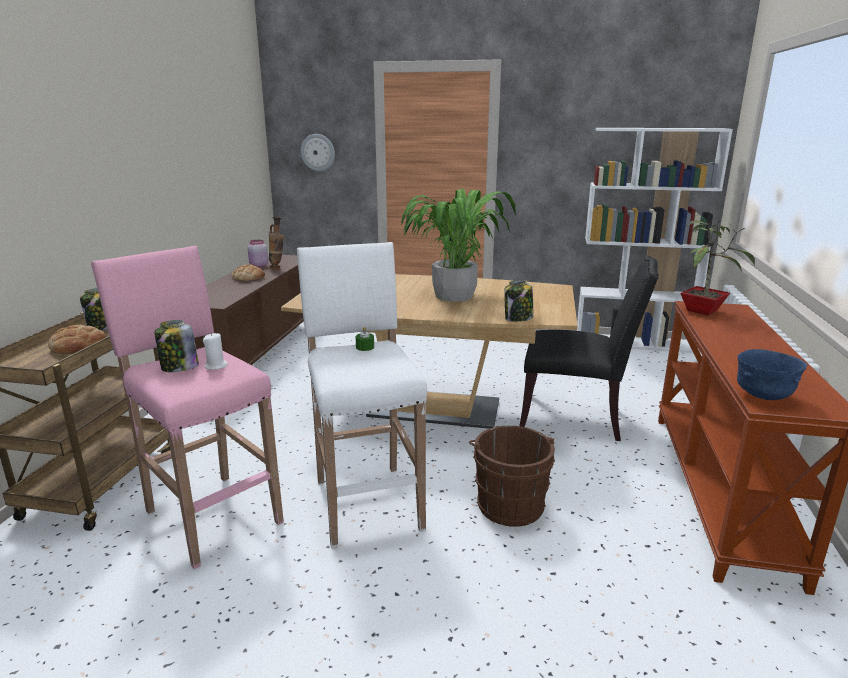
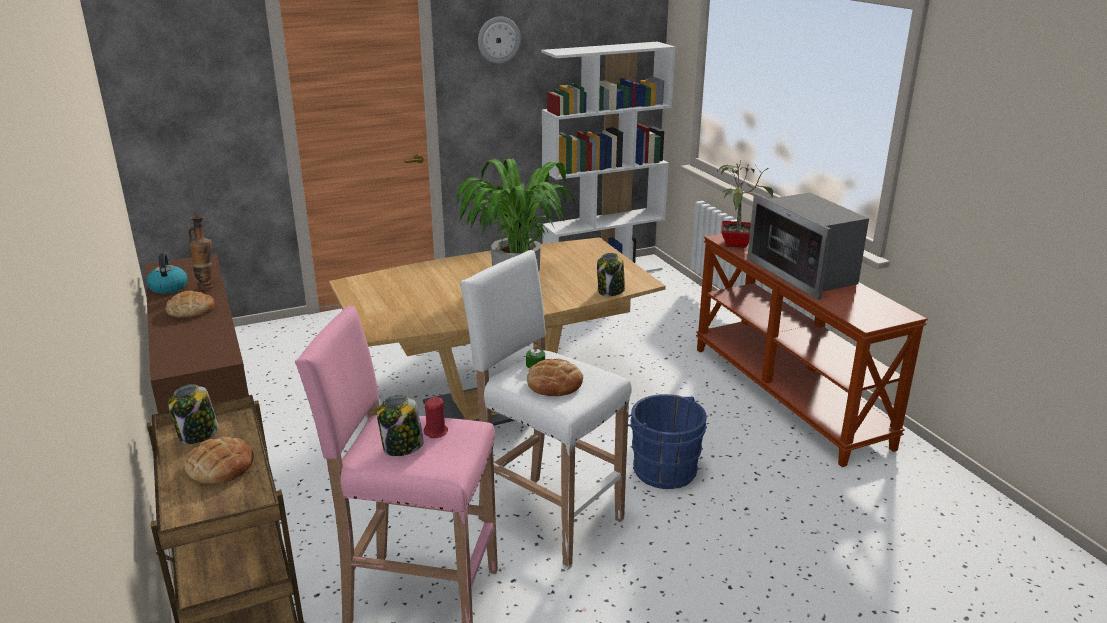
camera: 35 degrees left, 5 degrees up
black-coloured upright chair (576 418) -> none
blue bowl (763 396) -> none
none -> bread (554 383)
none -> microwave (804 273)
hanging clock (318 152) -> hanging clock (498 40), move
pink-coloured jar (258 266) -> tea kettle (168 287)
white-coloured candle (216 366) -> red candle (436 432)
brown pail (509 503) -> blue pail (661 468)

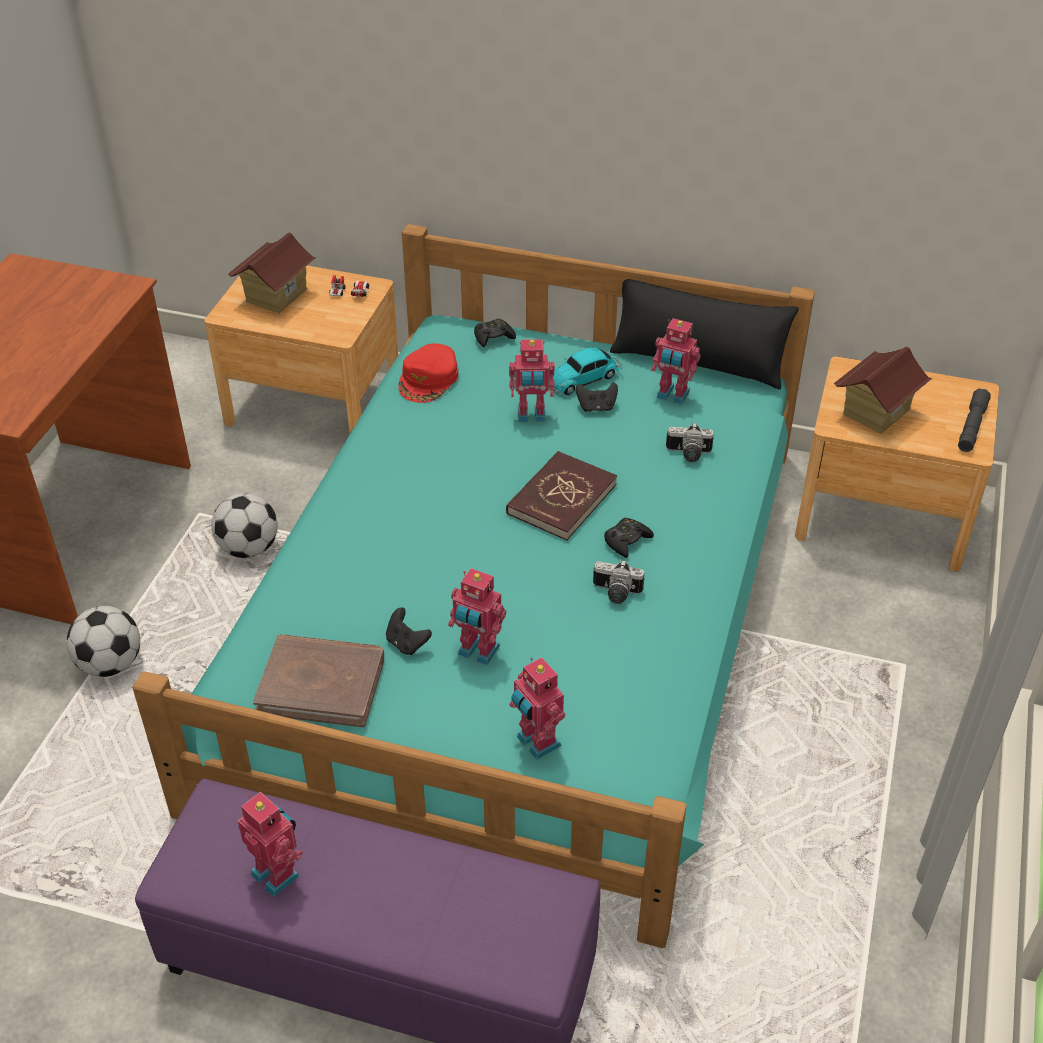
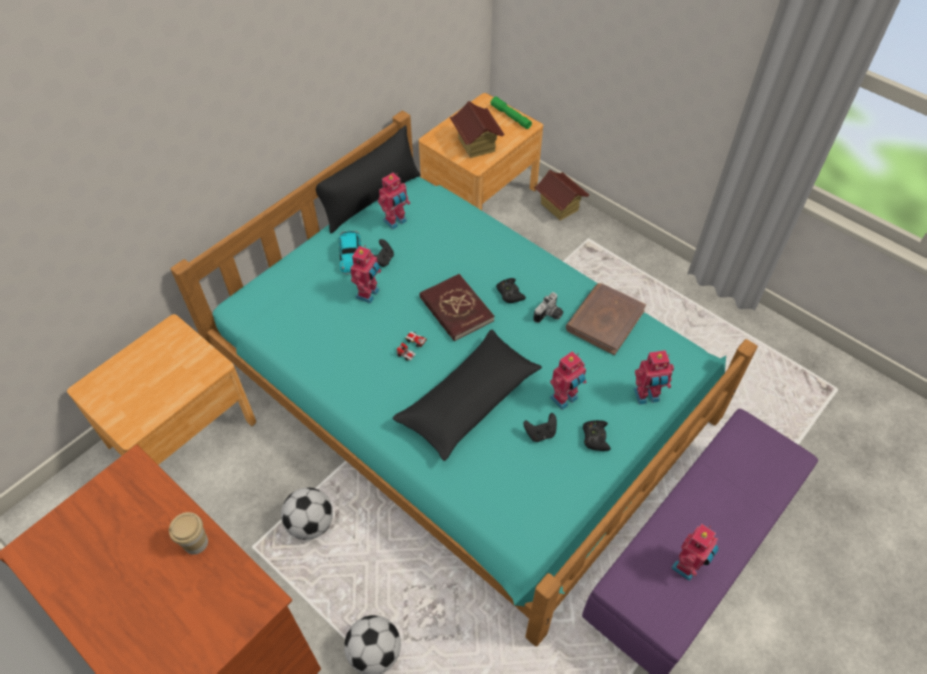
camera: 65 degrees left, 10 degrees up
red baseball cap (429 379) -> none
photo camera (688 454) -> none
none -> small cup (196 543)
none -> black-coloured cushion (469 400)
miniature house (276 295) -> miniature house (559 207), move
brown book (321 684) -> brown book (604 320), move
toy car (349 292) -> toy car (410 348), move
black-coloured gamepad (493 337) -> black-coloured gamepad (595 437), move
greyish torch (971 427) -> greenish torch (511 117)
model robot (277 873) -> model robot (688 566), 150 degrees clockwise

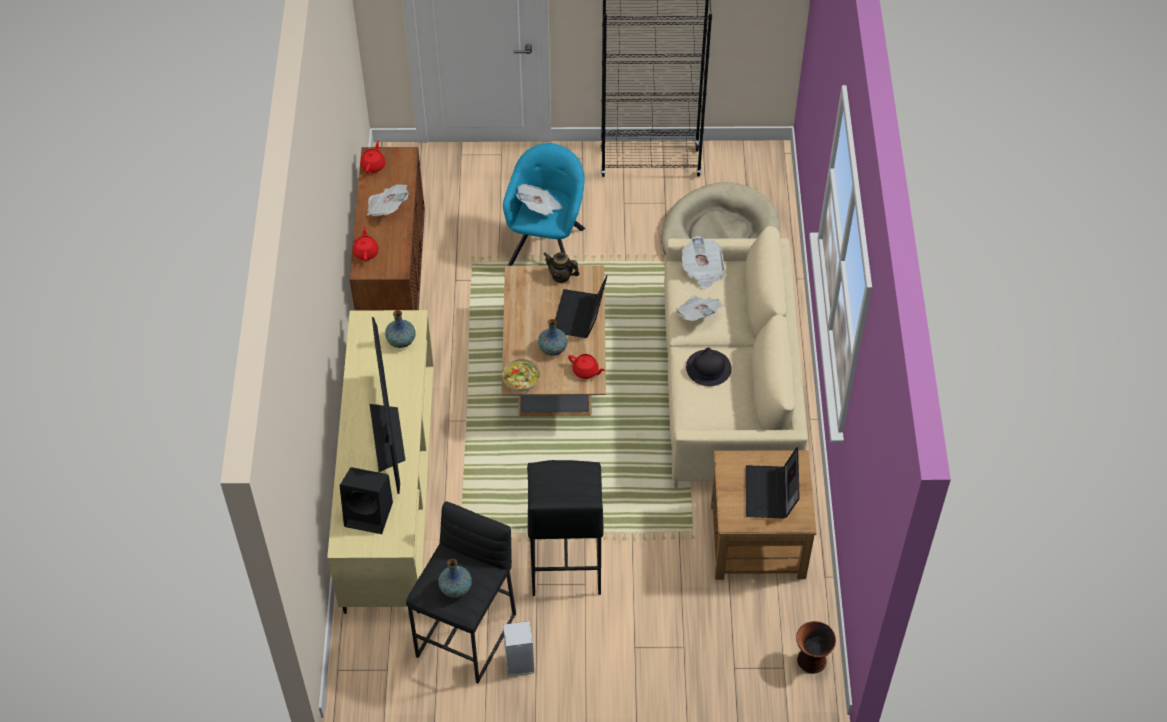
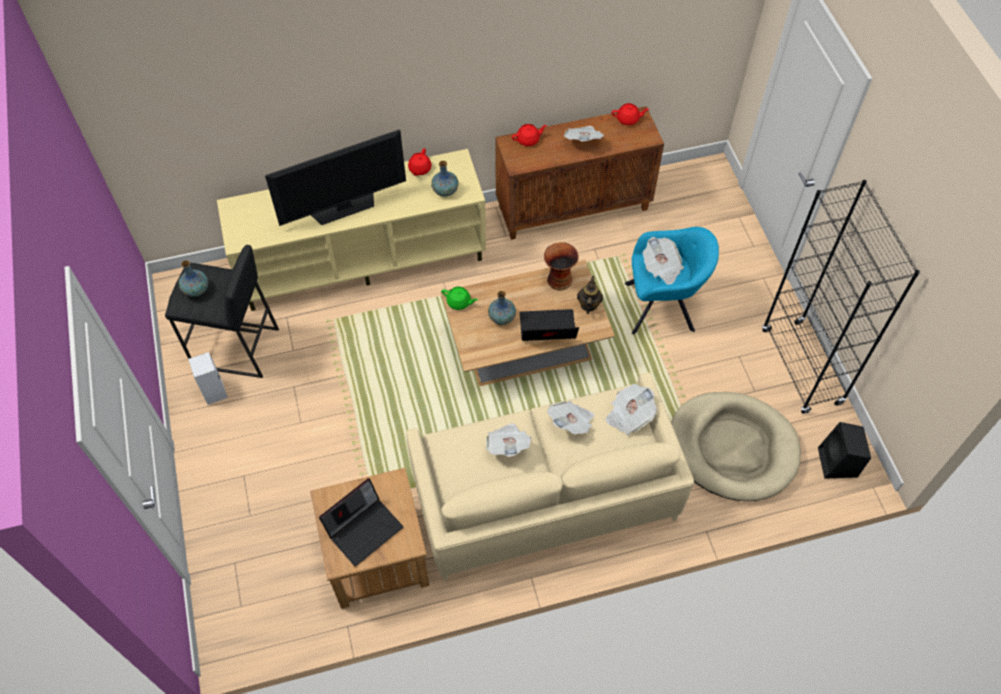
camera: 75 degrees right, 5 degrees up
black-coloured stool (564 558) -> none
black-coloured audio speaker (370 514) -> black-coloured audio speaker (838 463), move
red teapot (586 371) -> red teapot (419 169), move
vase (811 661) -> vase (558 280), move
bowl (521 380) -> greenish teapot (459 302)
black-coloured clothing hat (708 368) -> newspaper (508 445)
laptop (771 494) -> laptop (364 528), 150 degrees clockwise

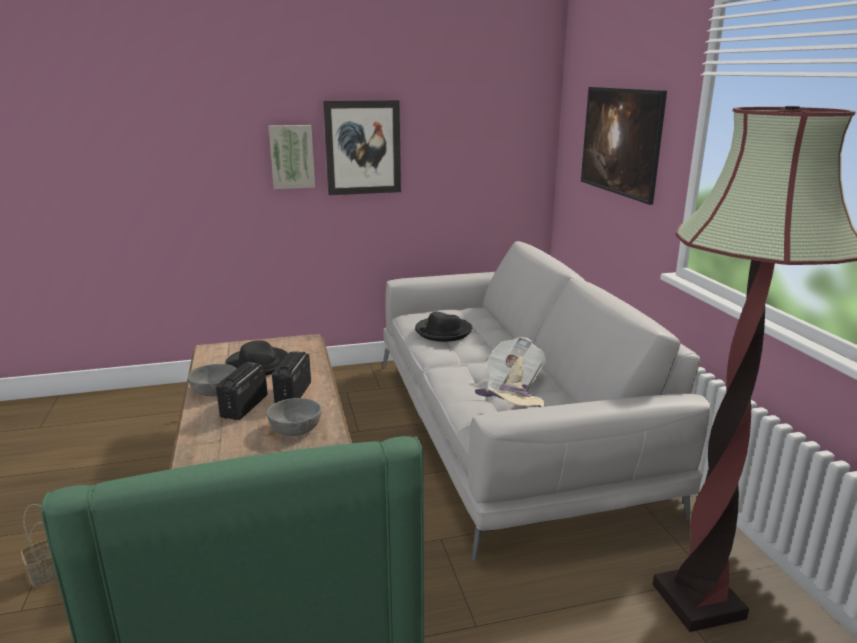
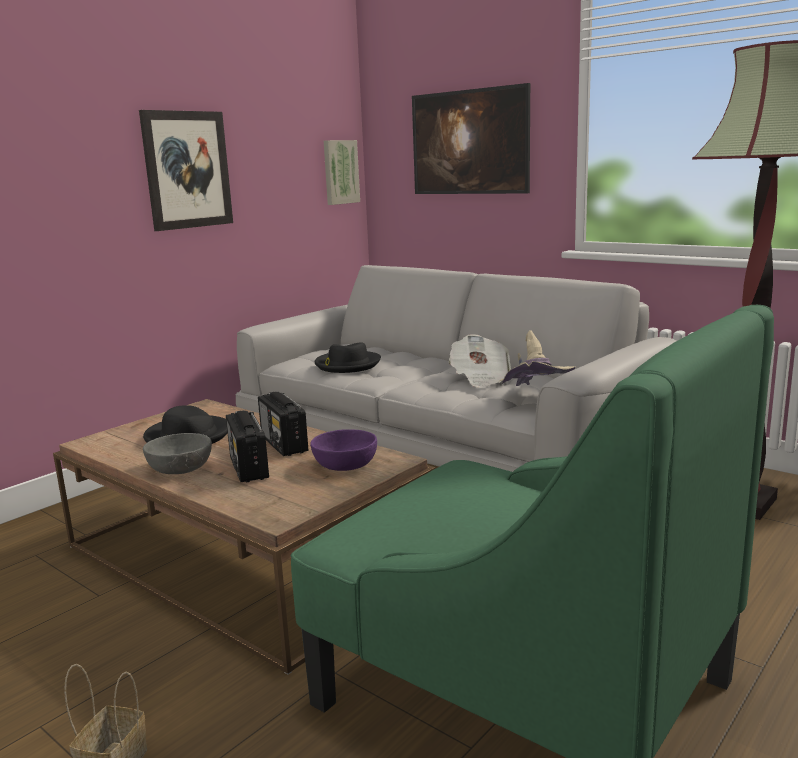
camera: 35 degrees left, 5 degrees down
picture (292 156) -> picture (340 172), move
greyish bowl (295 428) -> purplish bowl (345 464)

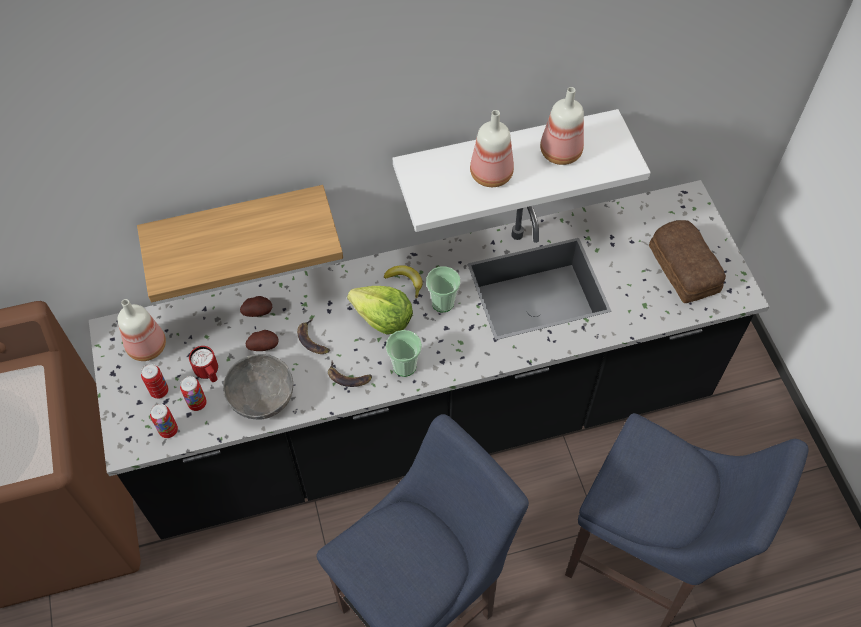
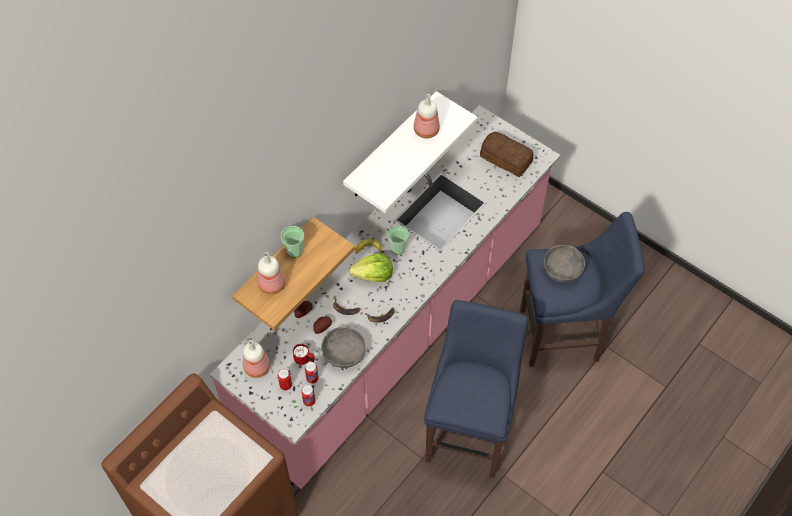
camera: 35 degrees left, 0 degrees up
none -> greyish bowl (562 270)
small cup (404 366) -> small cup (294 251), move
bottle (492 173) -> bottle (272 283), move
black-coloured kitchen base unit (430 420) -> pink-coloured kitchen base unit (396 331)

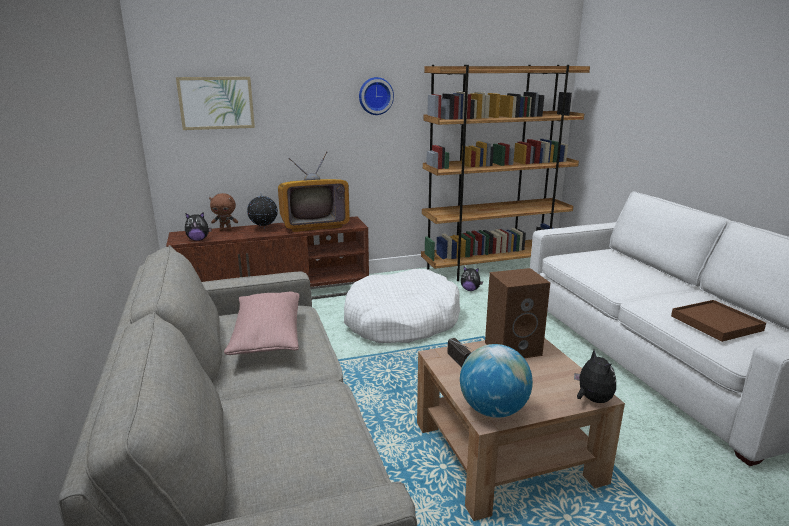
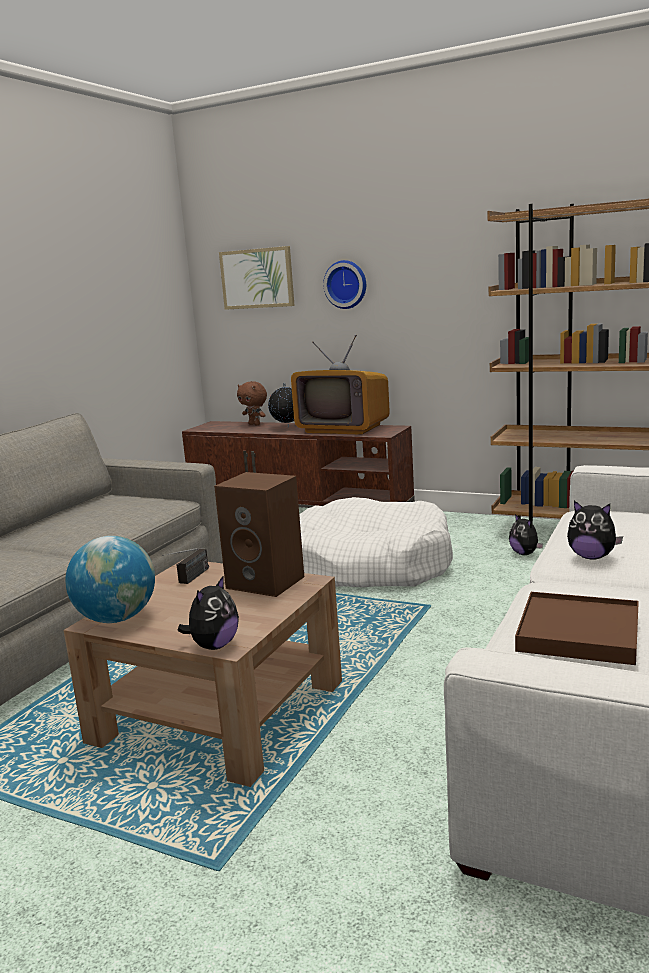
camera: 45 degrees right, 5 degrees down
pink-coloured cushion (267 337) -> none
plush toy (198 240) -> plush toy (591 557), move
hanging clock (375 96) -> hanging clock (346 284), move

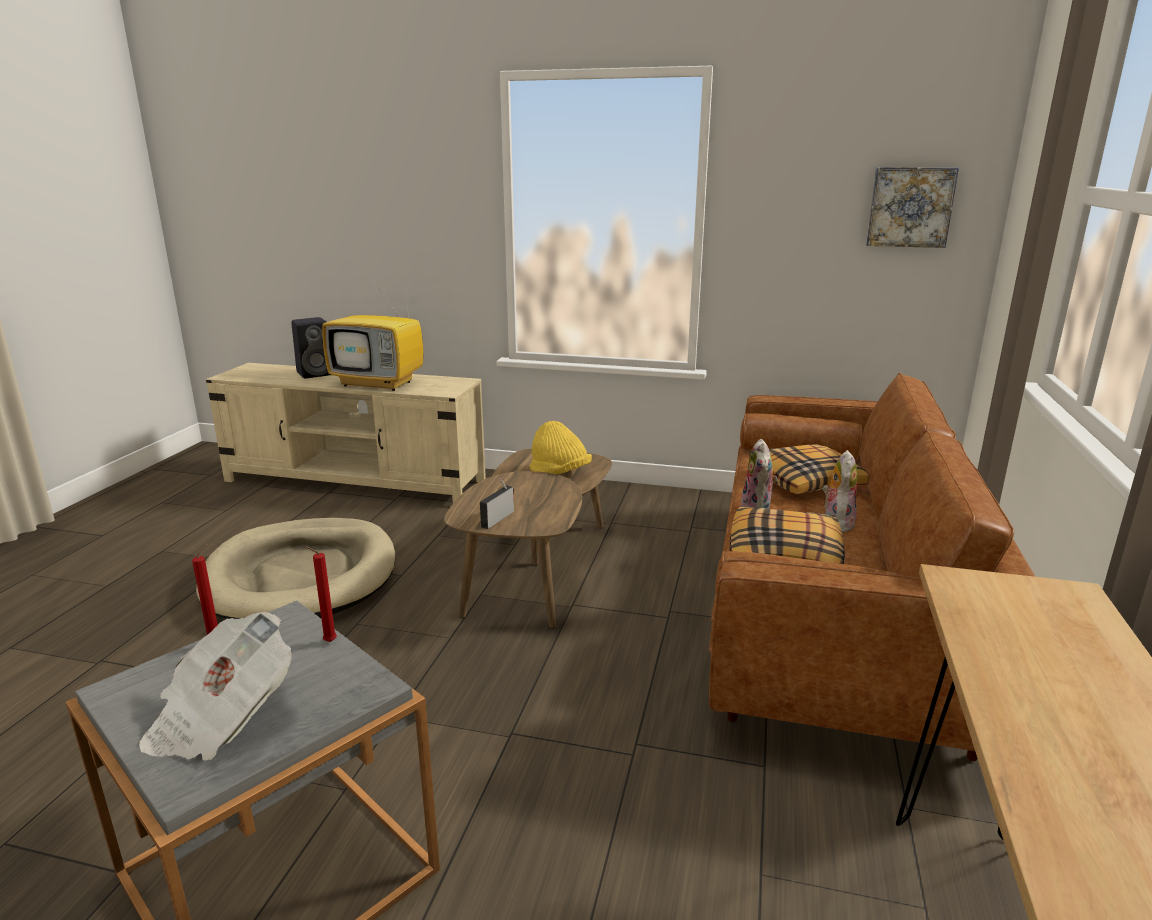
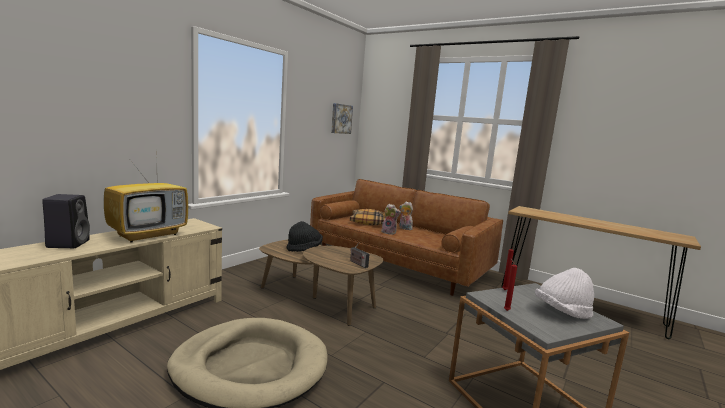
camera: 70 degrees left, 10 degrees down
cushion (785 555) -> none
newspaper (221 718) -> white-coloured clothing hat (562 312)
yellow-coloured clothing hat (559 474) -> black-coloured clothing hat (304 249)

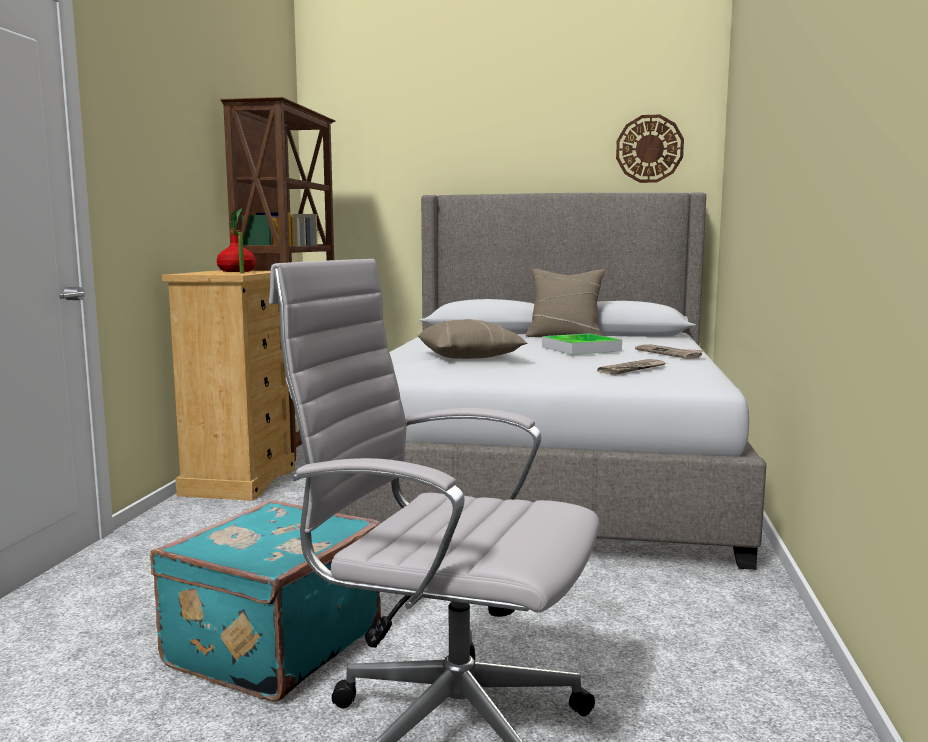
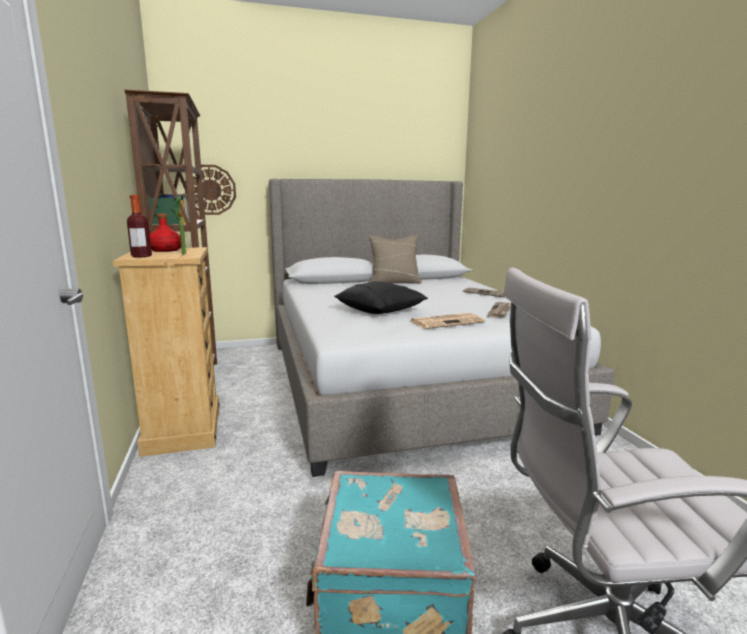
camera: 25 degrees left, 5 degrees up
serving tray (581 349) -> none
none -> bottle (141 256)
none -> newspaper (447 322)
hanging clock (649 149) -> hanging clock (210 190), move
sand-coloured cushion (470 356) -> black-coloured cushion (380 310)

